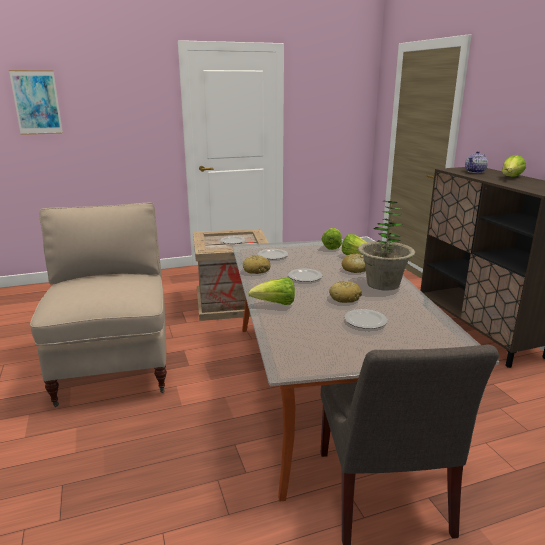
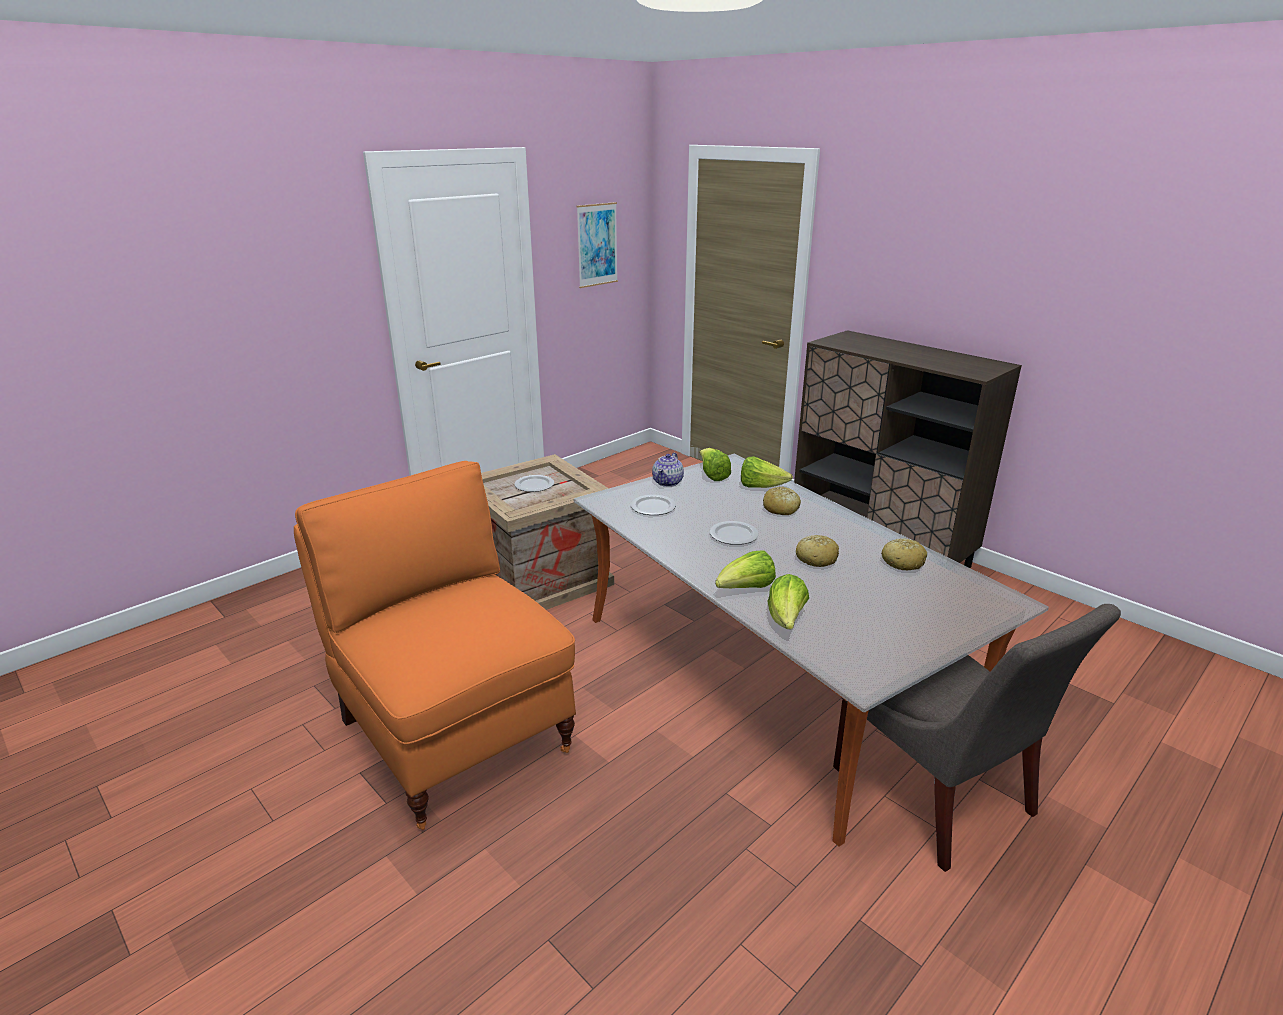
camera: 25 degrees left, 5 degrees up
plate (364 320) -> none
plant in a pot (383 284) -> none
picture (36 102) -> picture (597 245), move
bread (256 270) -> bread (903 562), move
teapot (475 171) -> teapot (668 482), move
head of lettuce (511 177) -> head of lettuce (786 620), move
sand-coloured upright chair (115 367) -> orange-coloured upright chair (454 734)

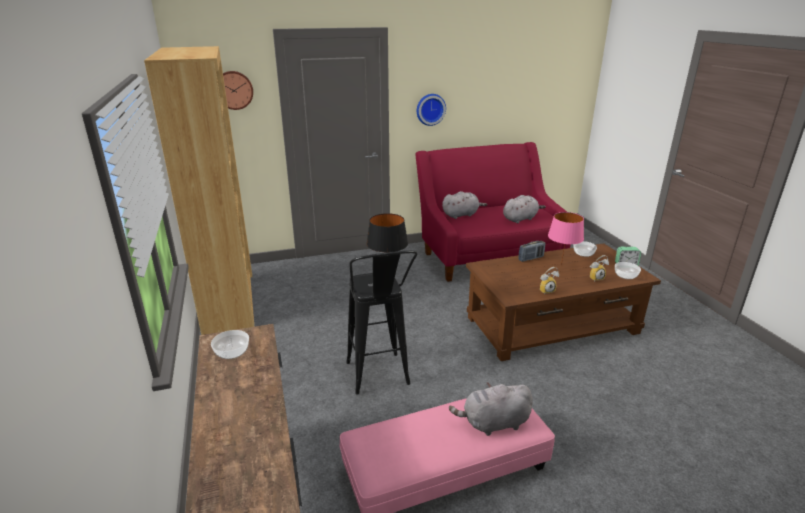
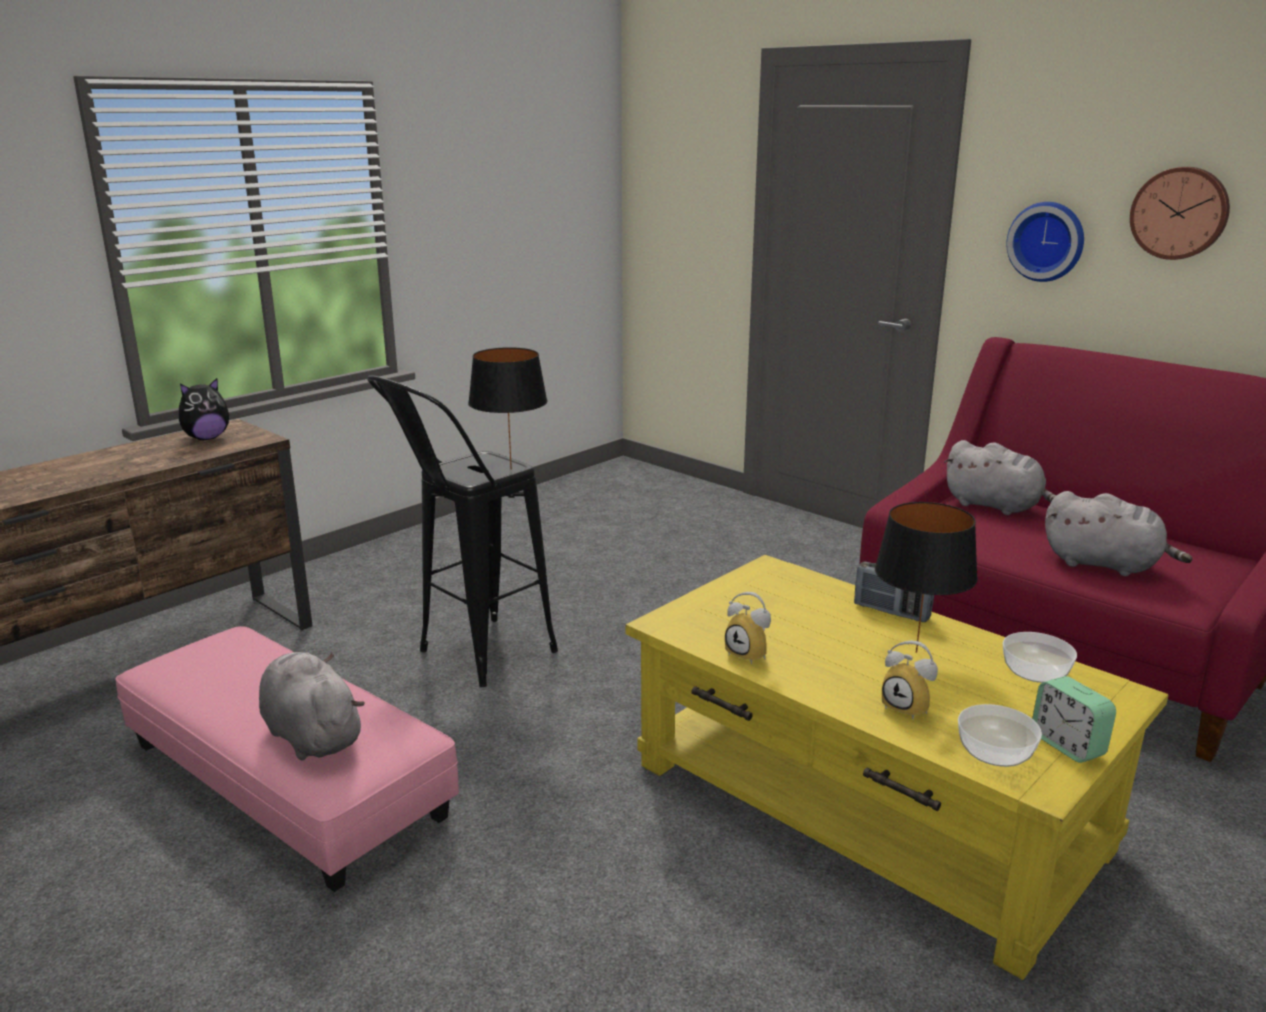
camera: 60 degrees right, 5 degrees down
brown bookcase (229 301) -> none
hanging clock (234 90) -> hanging clock (1180 213), move
bowl (231 351) -> plush toy (206 438)
brown coffee table (552 325) -> yellow-coloured coffee table (866 806)
pink-coloured tabletop lamp (561 265) -> black-coloured tabletop lamp (915 652)

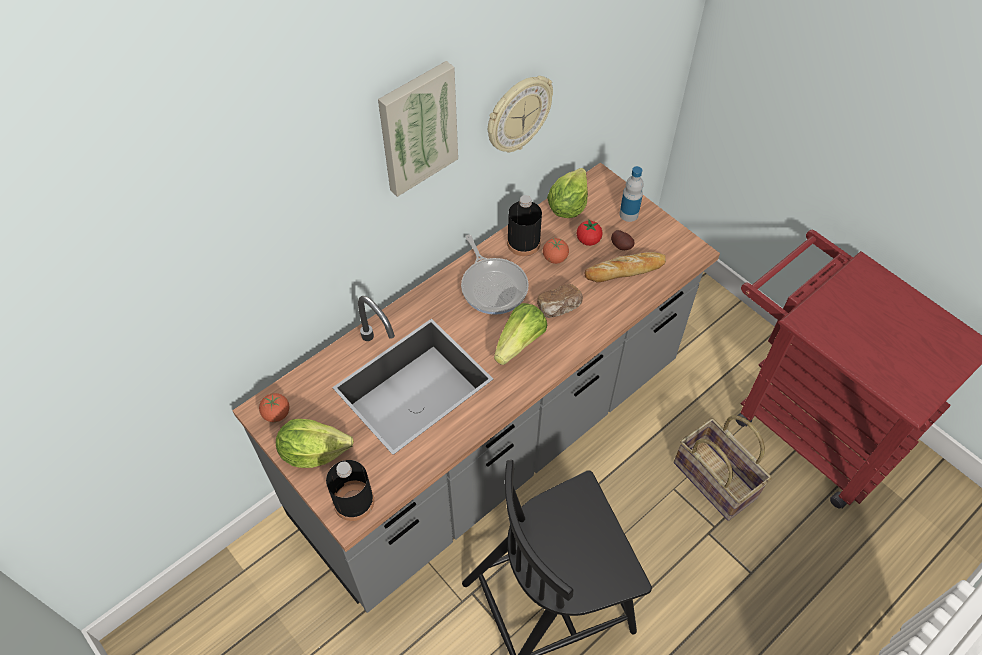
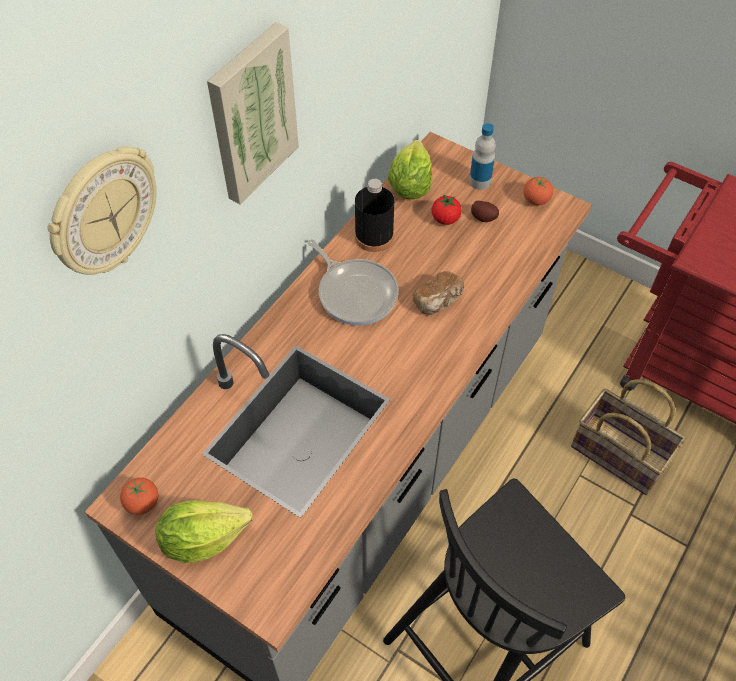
camera: 15 degrees left, 0 degrees up
black-coloured bottle (354 501) -> none
head of lettuce (519 343) -> none
bread (625 270) -> none
hanging clock (518 114) -> hanging clock (103 213), move
tomato (555 258) -> tomato (536 200), move

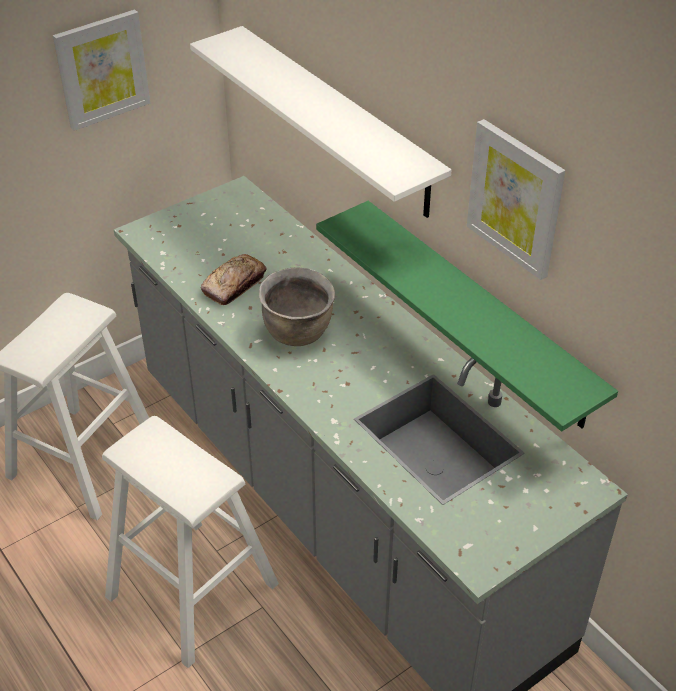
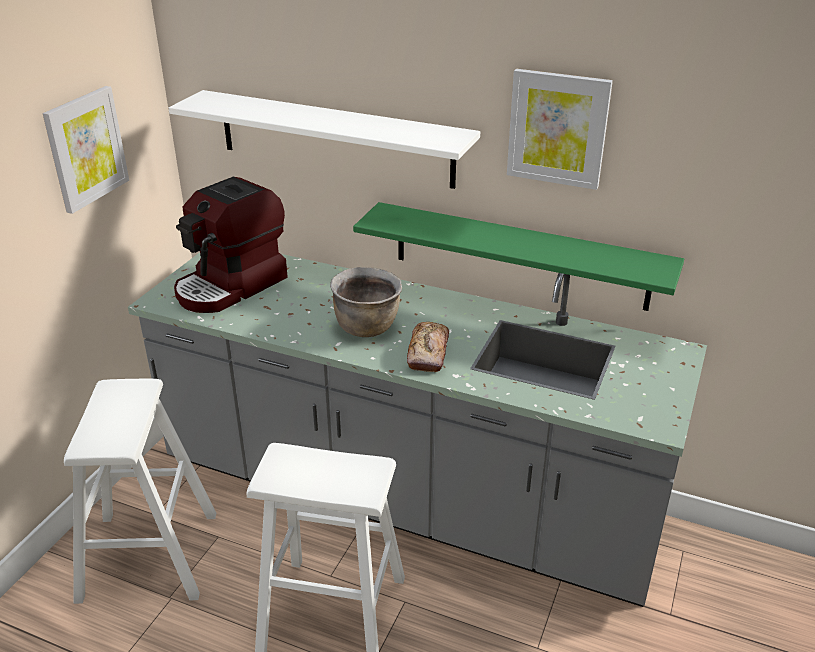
camera: 30 degrees left, 10 degrees down
none -> coffee machine (231 286)
bread (234 285) -> bread (428 353), move

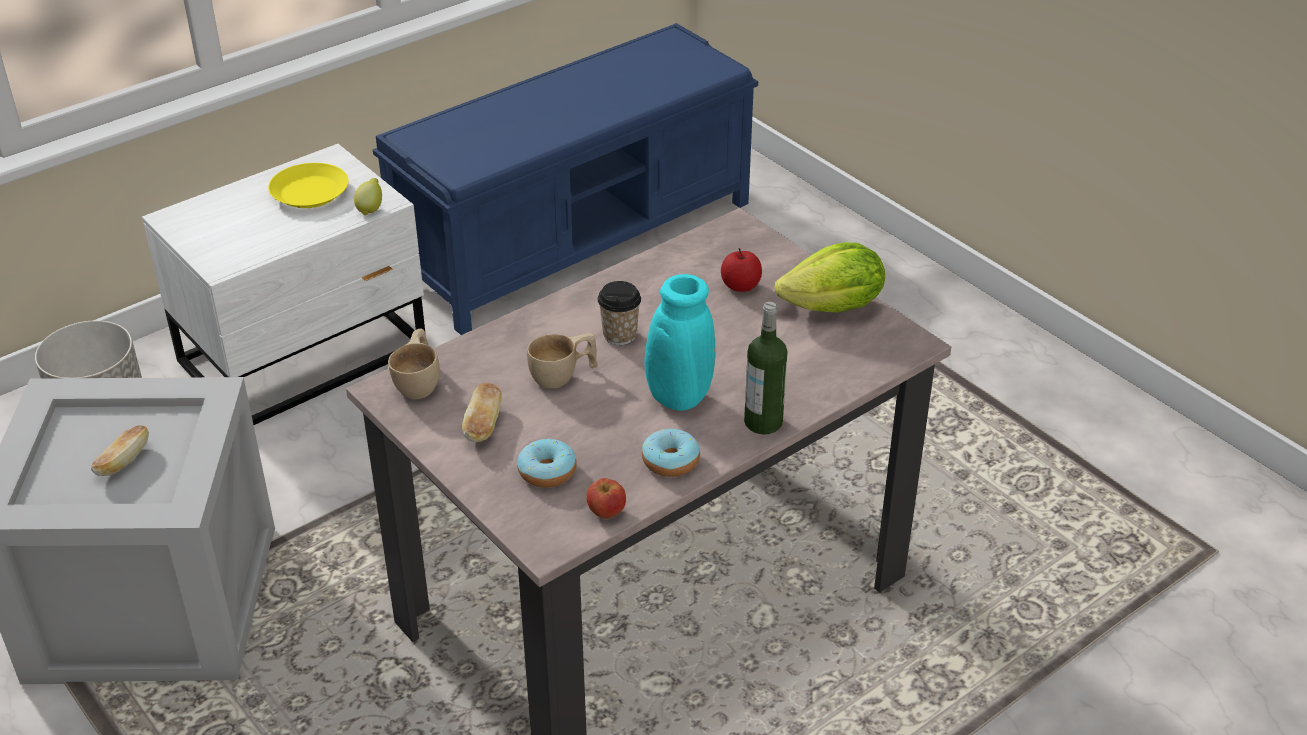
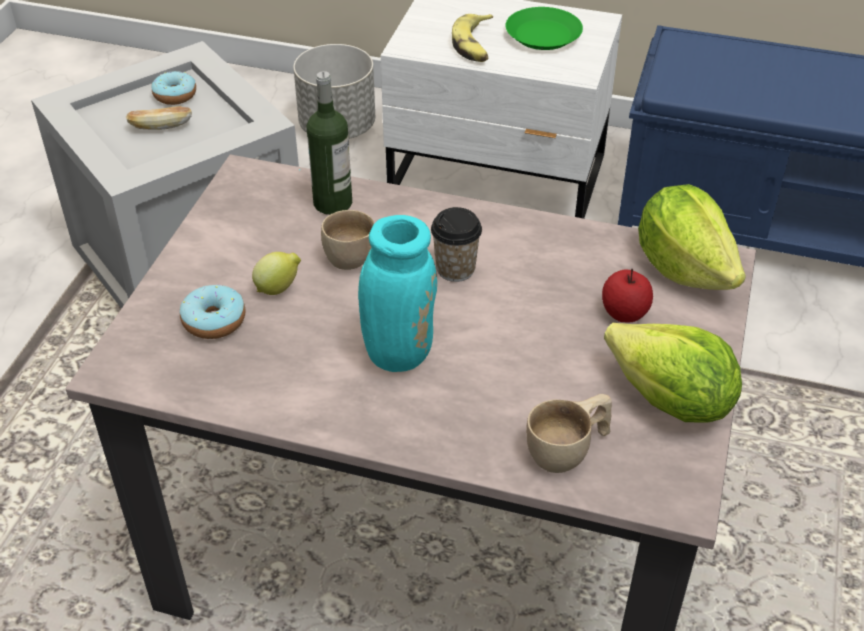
camera: 55 degrees right, 5 degrees up
bread (483 425) -> none
apple fruit (606 512) -> none
none -> banana (475 45)
none -> head of lettuce (684 267)
lemon (370 209) -> lemon (279 288), move
sand-coloured small cup (420 381) -> sand-coloured small cup (569 451), move
doughnut (670 461) -> doughnut (175 95), move
bottle (763 422) -> bottle (332 203), move
yellow-coloured plate (309 192) -> greenish plate (542 35)

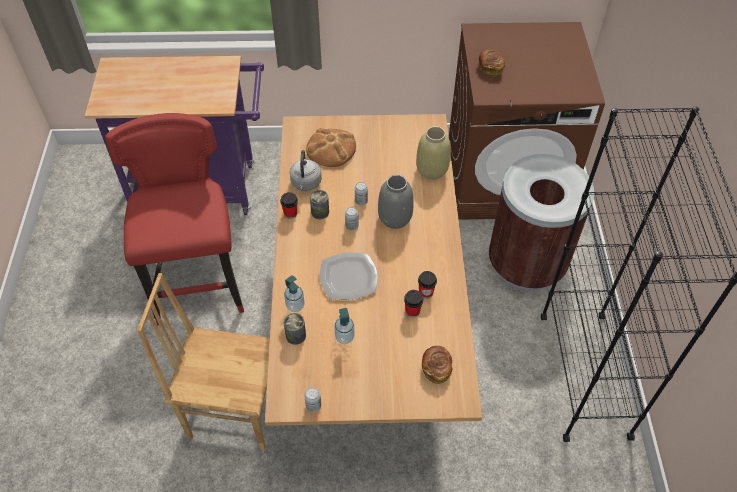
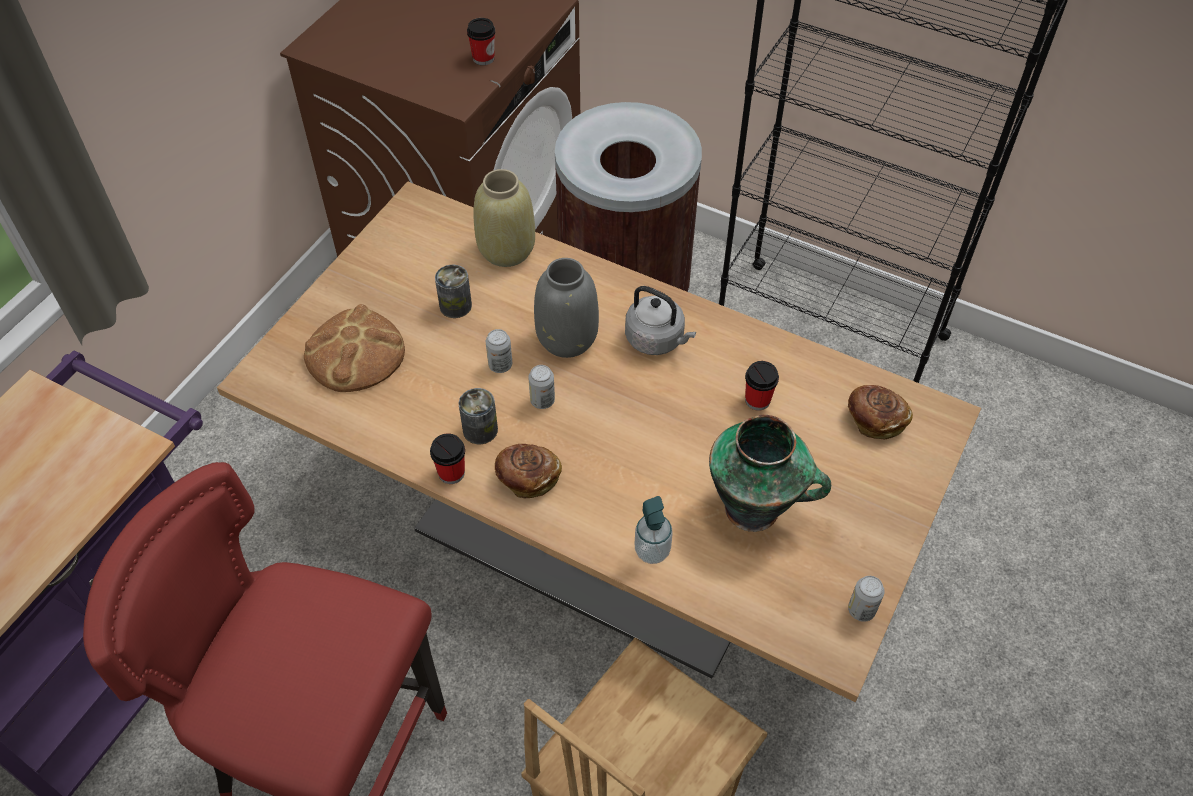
camera: 60 degrees left, 0 degrees up
plate (348 277) -> none
metal can (296 335) -> metal can (455 305), move
greyish tea kettle (306 183) -> greyish tea kettle (657 340), move
small cup (426 292) -> small cup (483 58), move
bread (490 68) -> bread (527 478), move
soap dispenser (344 337) -> vase (755 509)

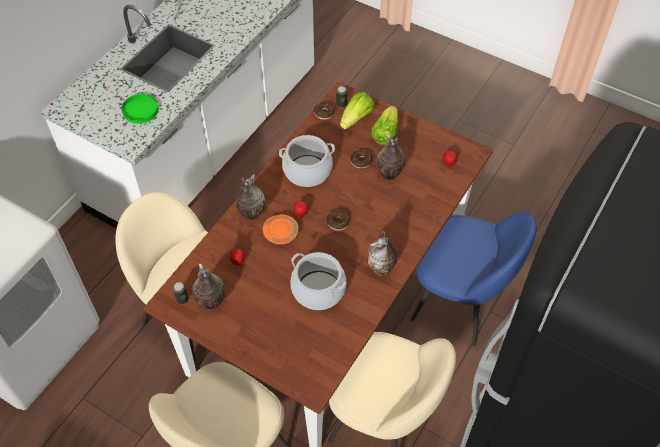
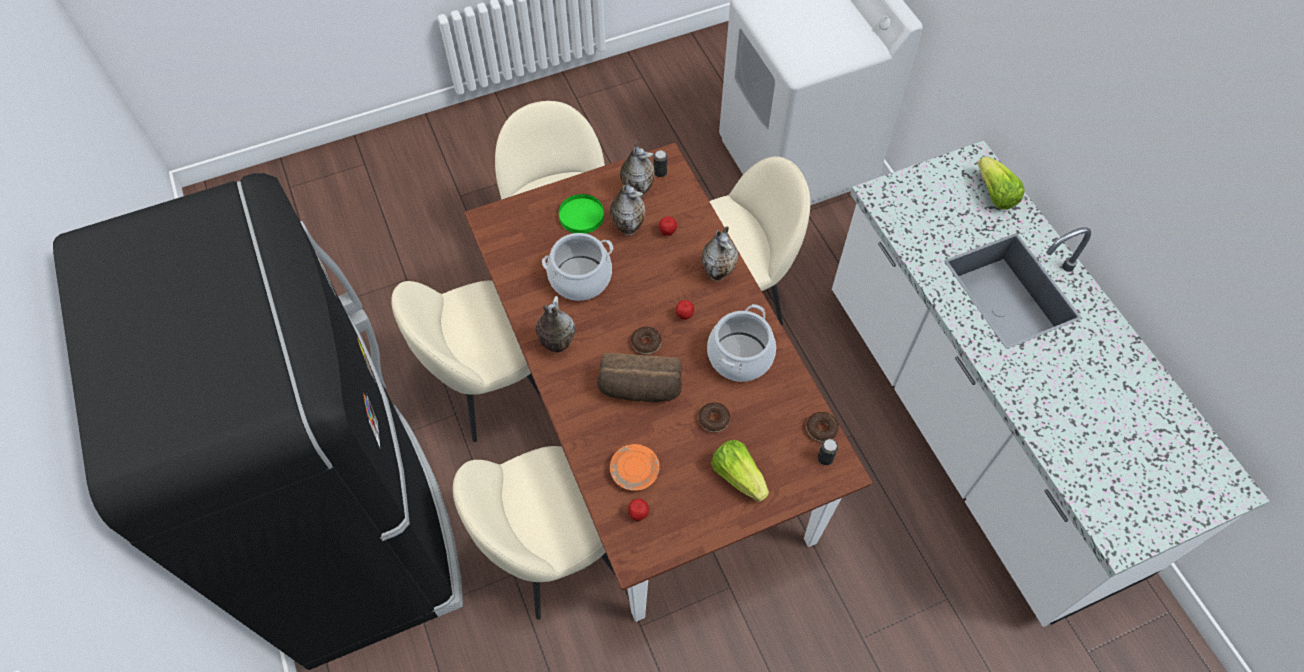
camera: 125 degrees right, 5 degrees up
none -> bread (639 389)
greenish plate (140 110) -> greenish plate (581 215), move
orange-coloured plate (281 233) -> orange-coloured plate (635 471), move
head of lettuce (356 118) -> head of lettuce (994 194), move
vase (388 175) -> vase (628 227), move
blue upright chair (460 302) -> sand-coloured upright chair (549 551)

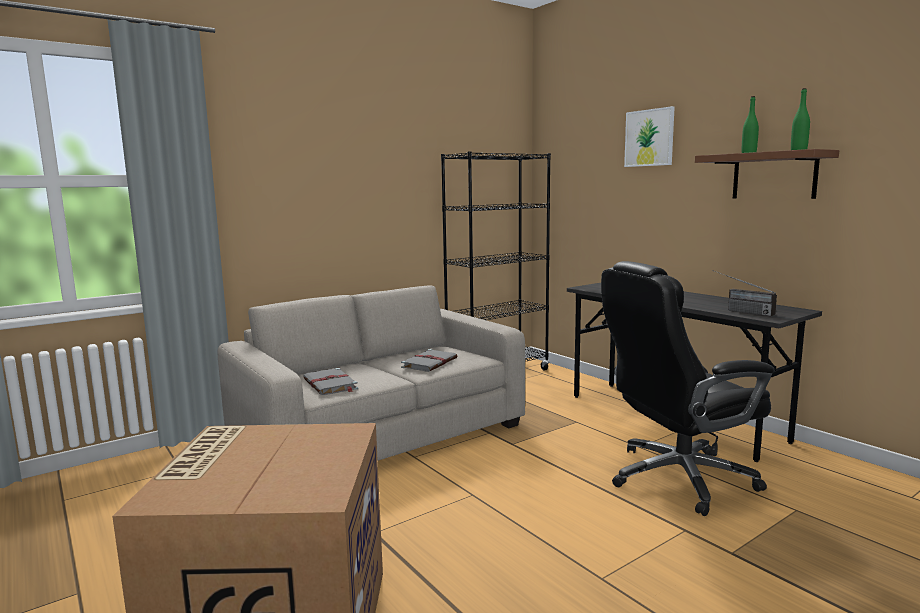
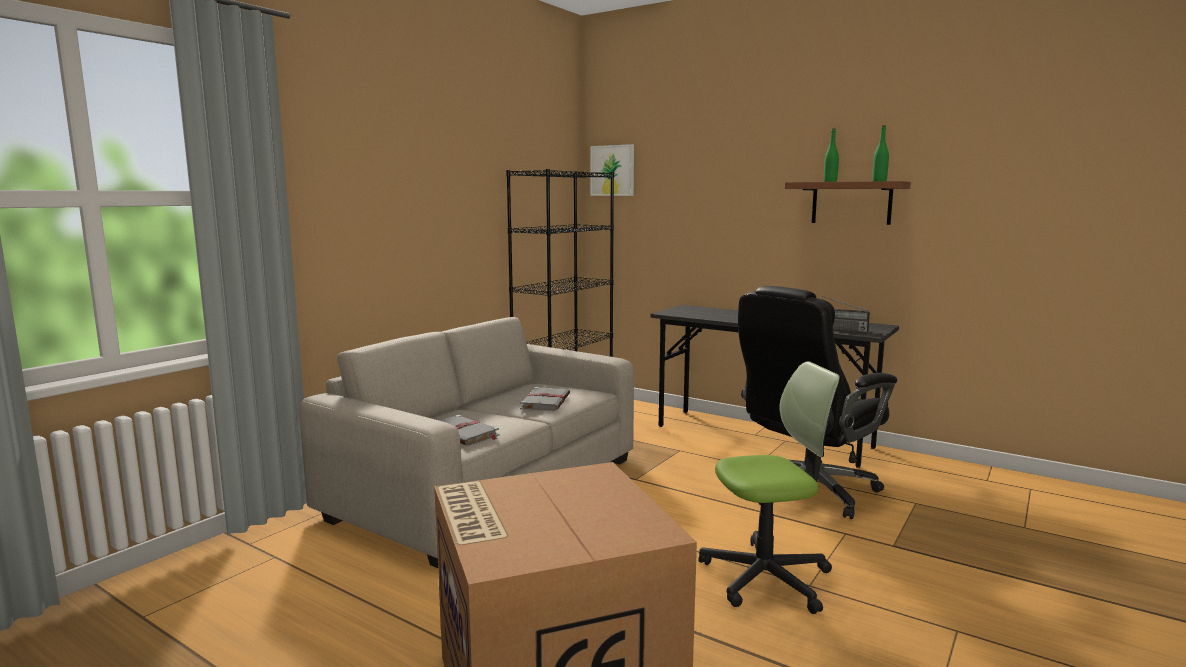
camera: 20 degrees left, 0 degrees up
none -> office chair (766 577)
picture (649 138) -> picture (612 170), move

